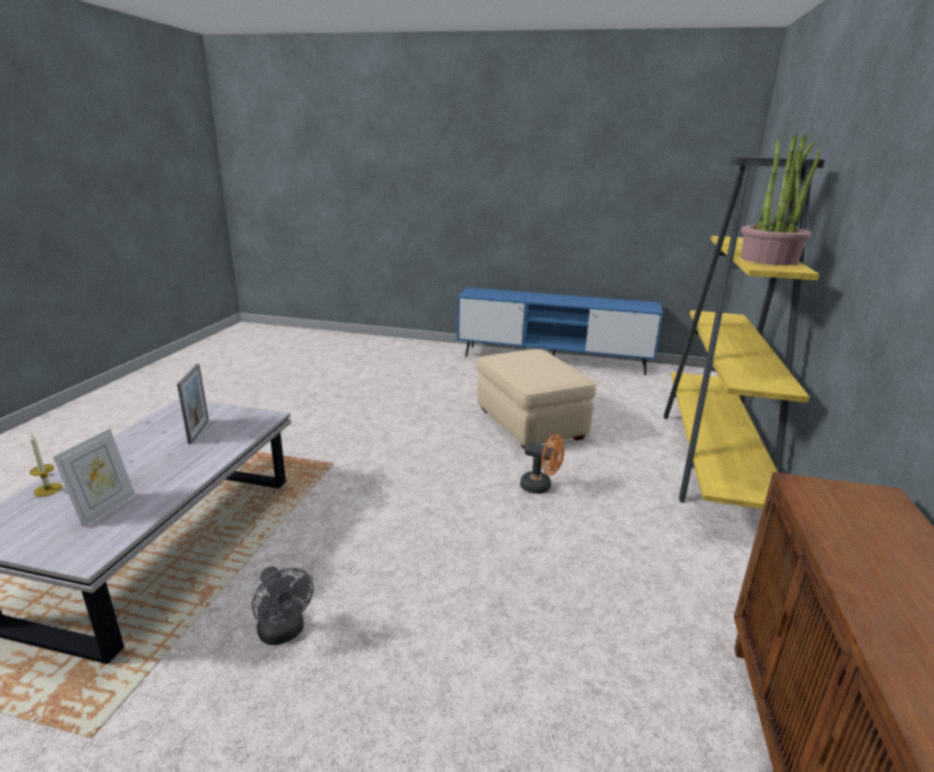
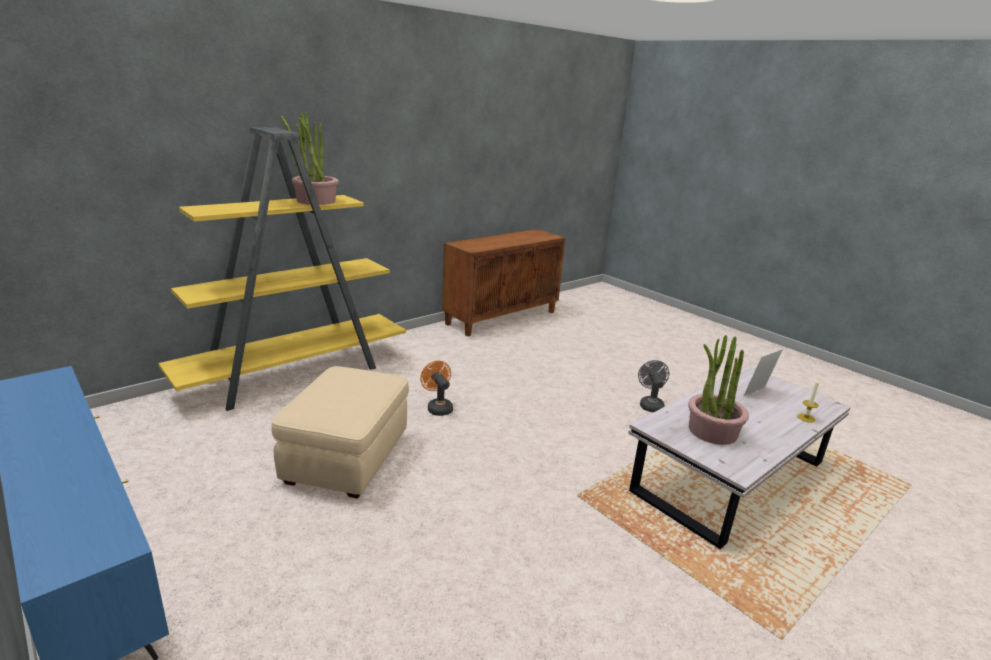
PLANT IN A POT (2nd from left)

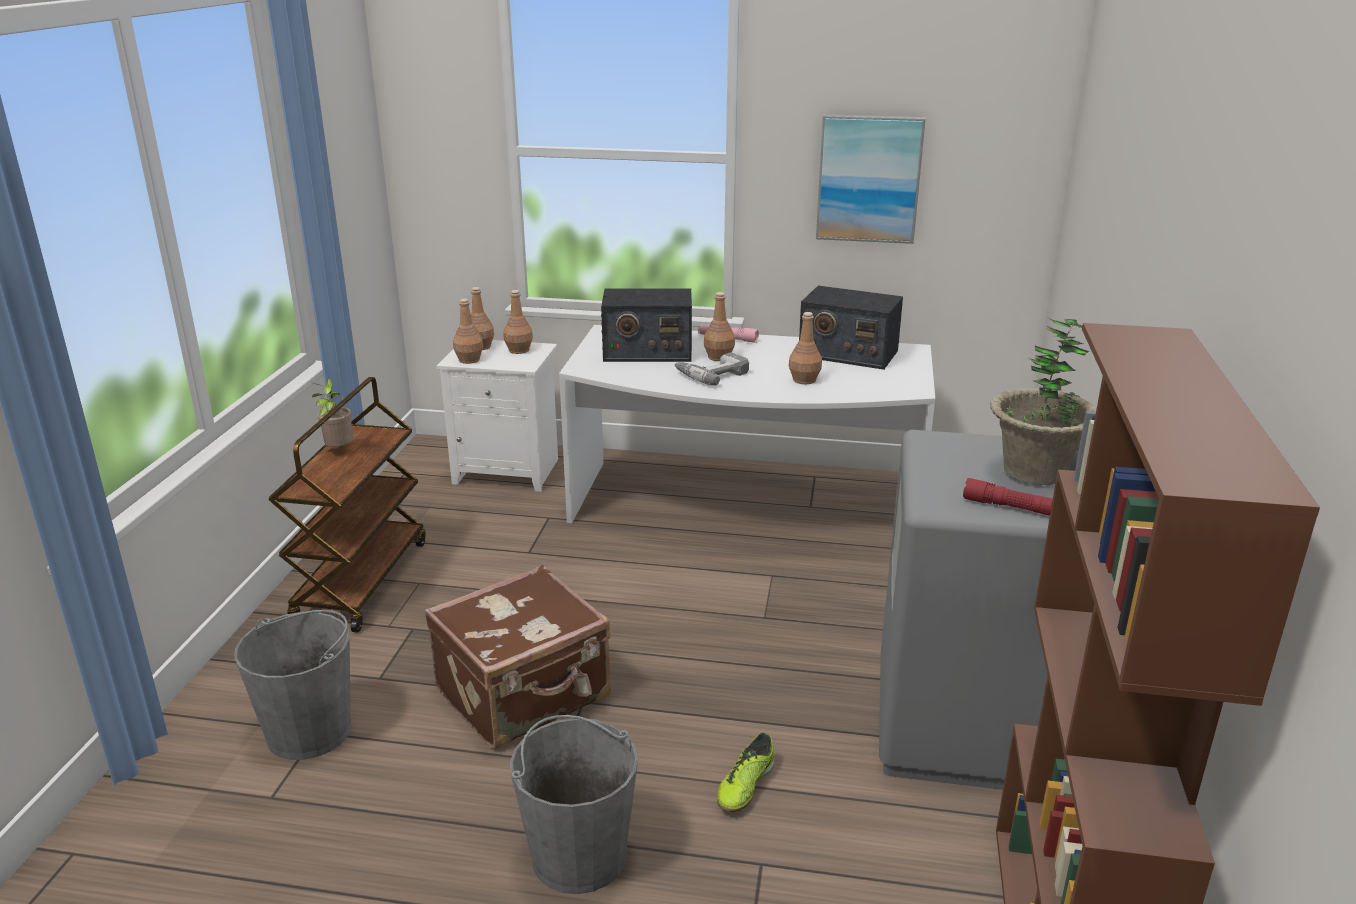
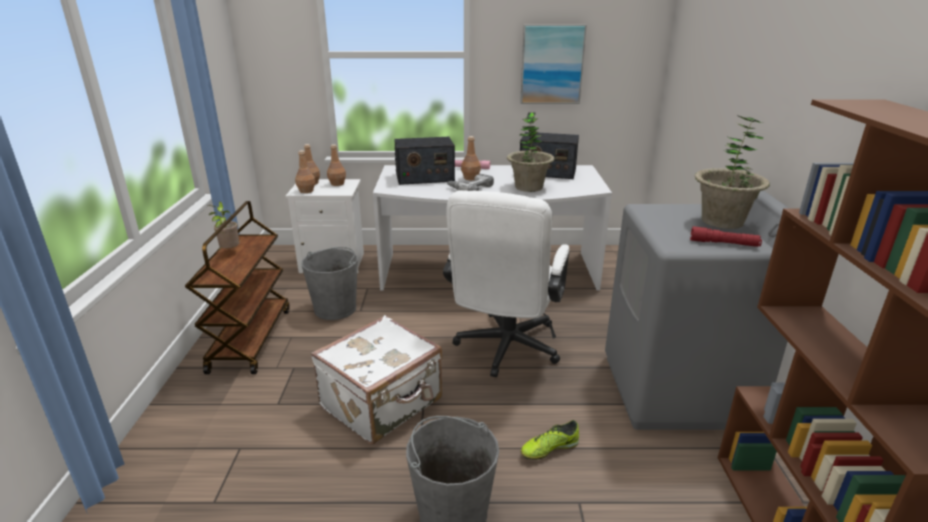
WHITE-COLOURED DESK CHAIR
GREY WATER BUCKET (1st from left)
PLANT IN A POT (2nd from left)
WHITE-COLOURED SUITCASE
SHOE

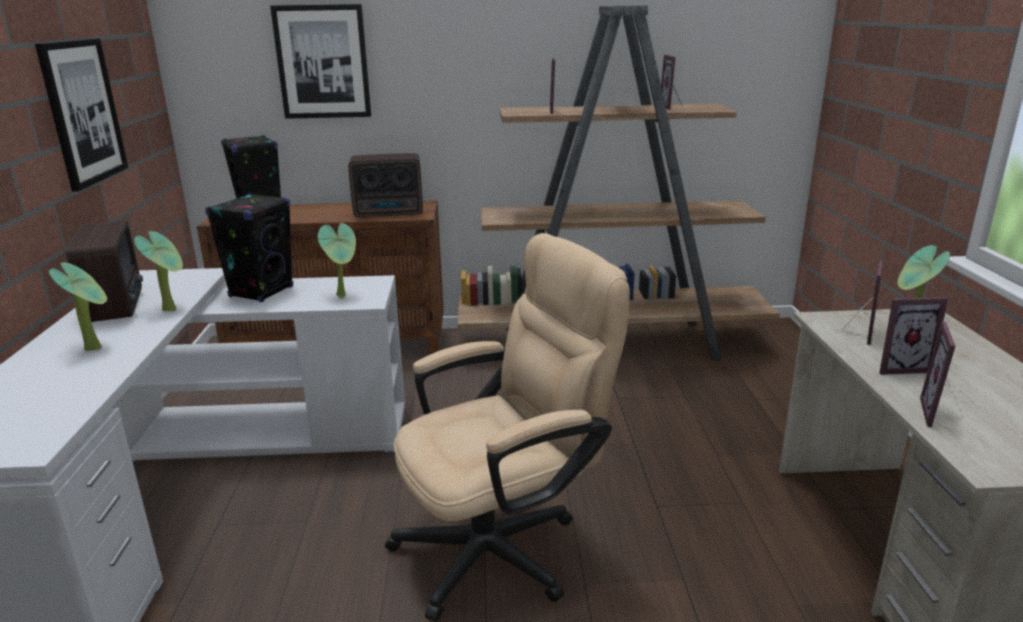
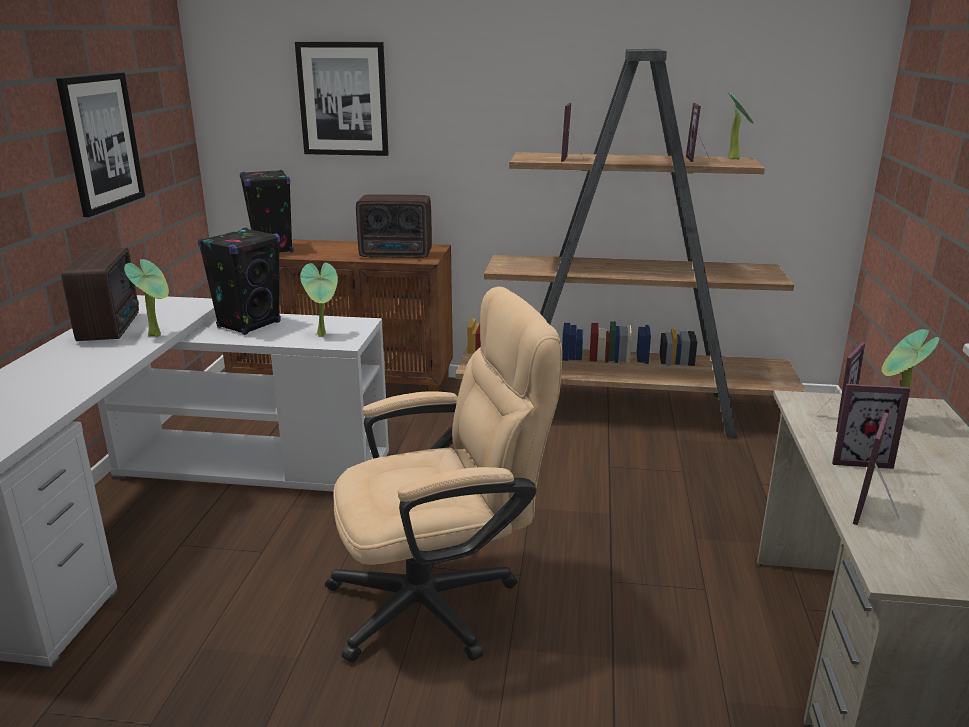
PLANT IN A POT (3rd from left)

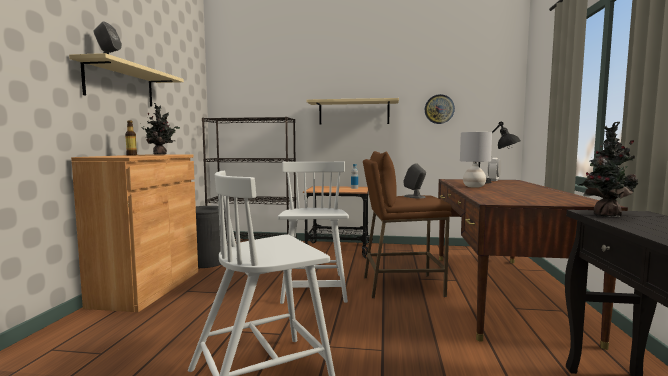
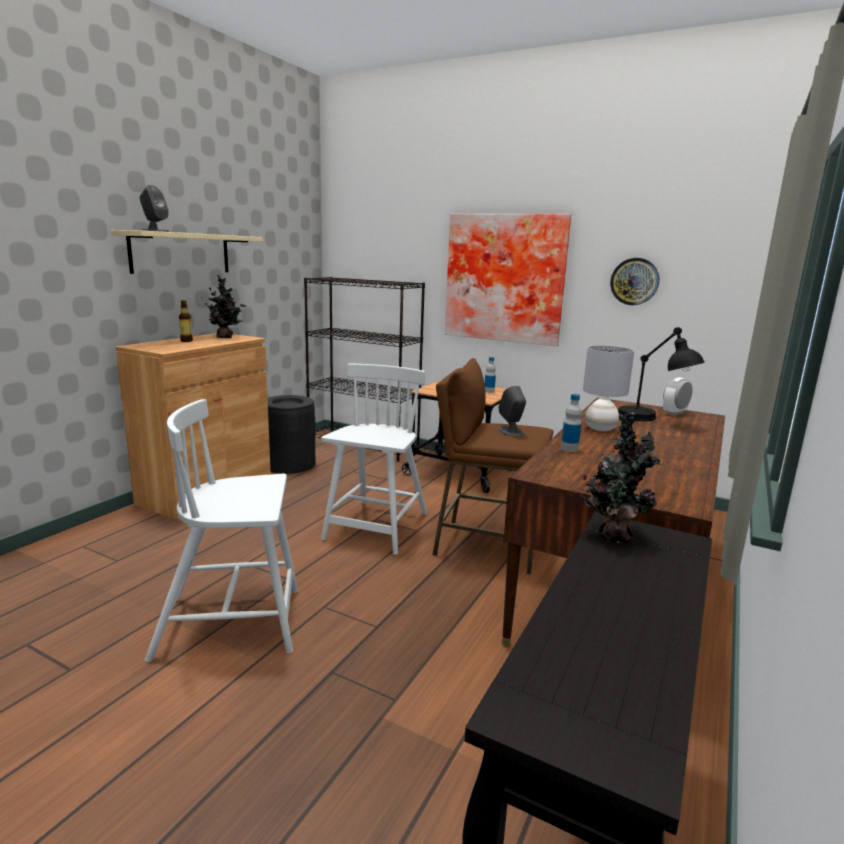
BEVERAGE BOTTLE (3rd from left)
WALL ART

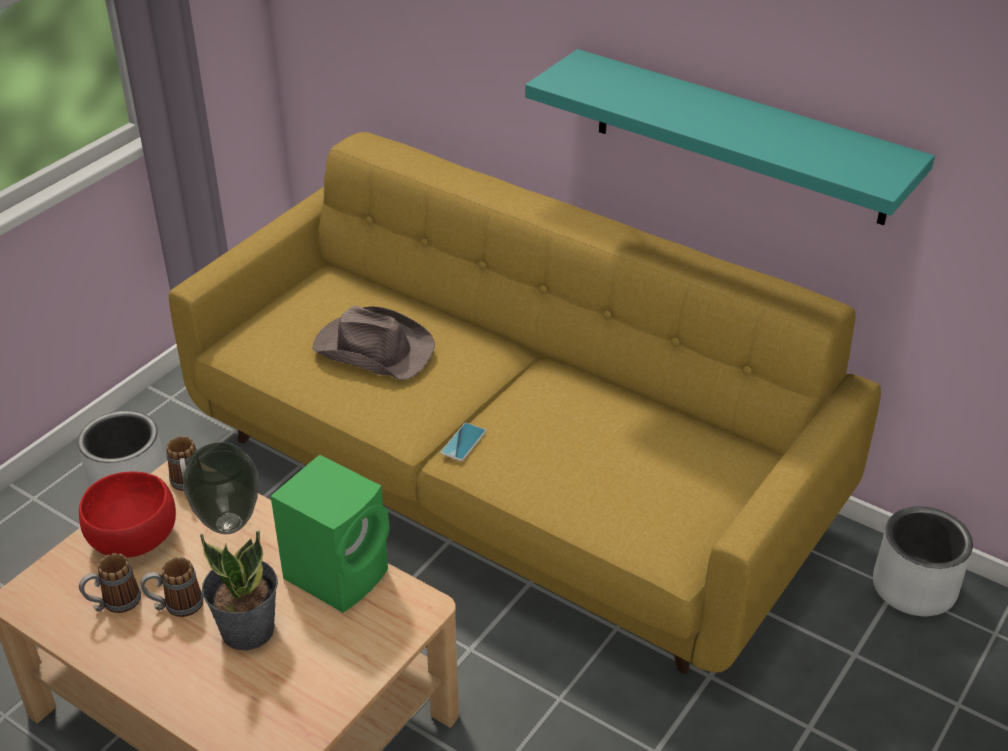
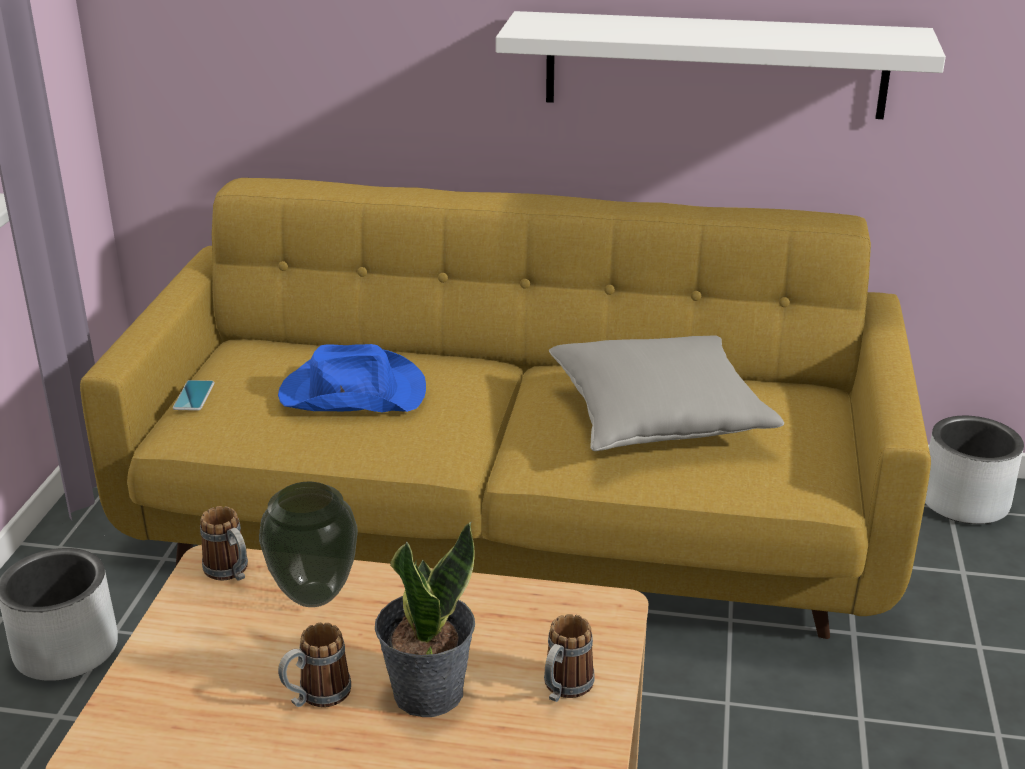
RED BOWL
GREEN-COLOURED SPEAKER
GREY THROW PILLOW
COFFEE MUG (3rd from left)
PHONE
BLUE WEARABLE HAT
WHITE-COLOURED BRACKET SHELF

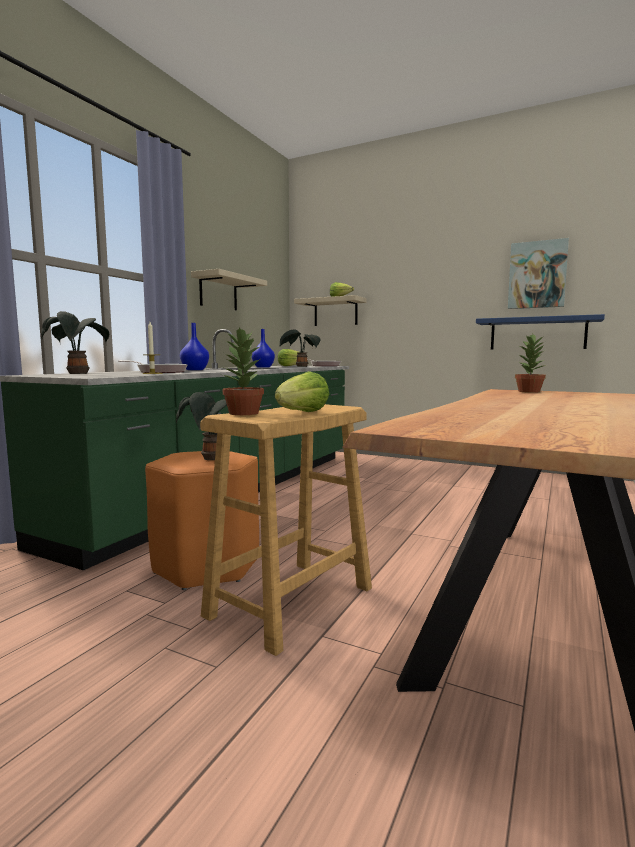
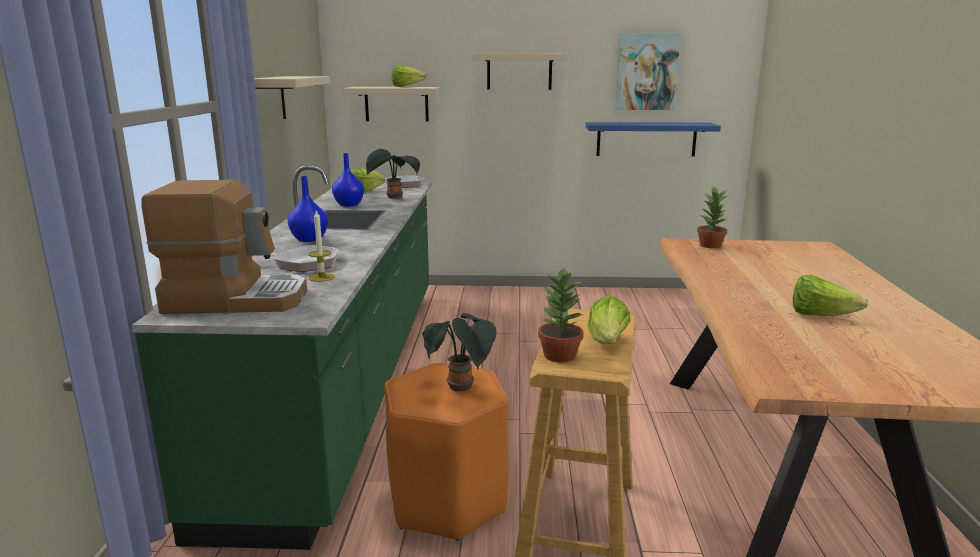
SAND-COLOURED BRACKET SHELF (3rd from left)
LETTUCE HEAD (4th from left)
COFFEE MAKER

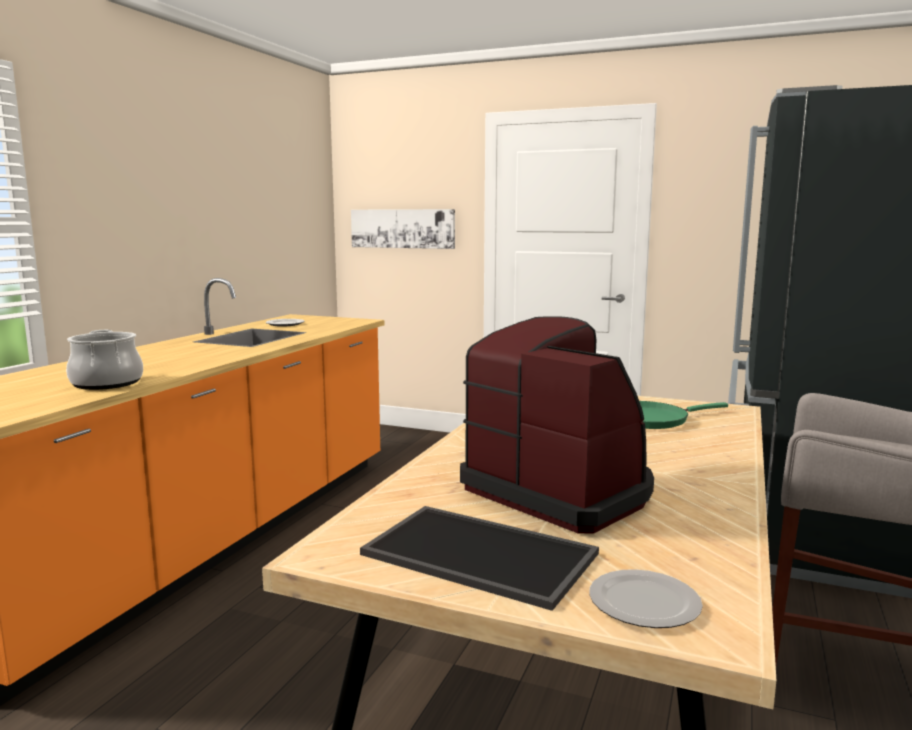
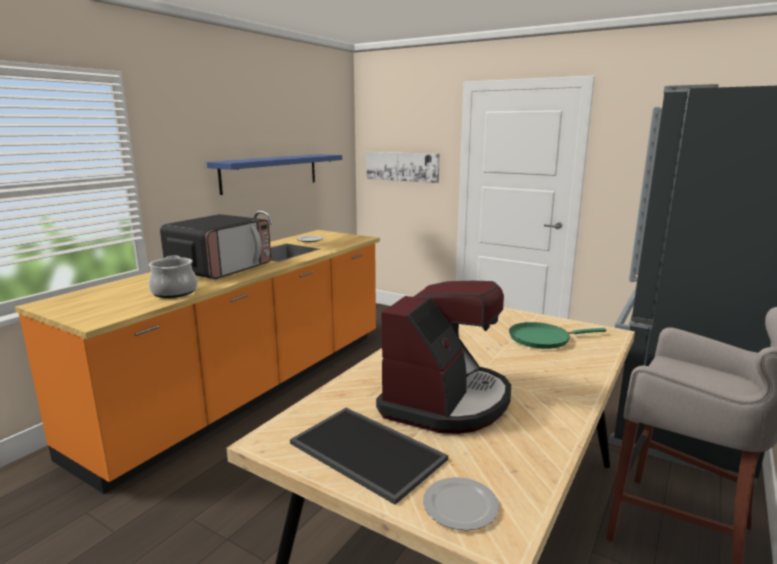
MICROWAVE
BLUE BRACKET SHELF
COFFEE MAKER

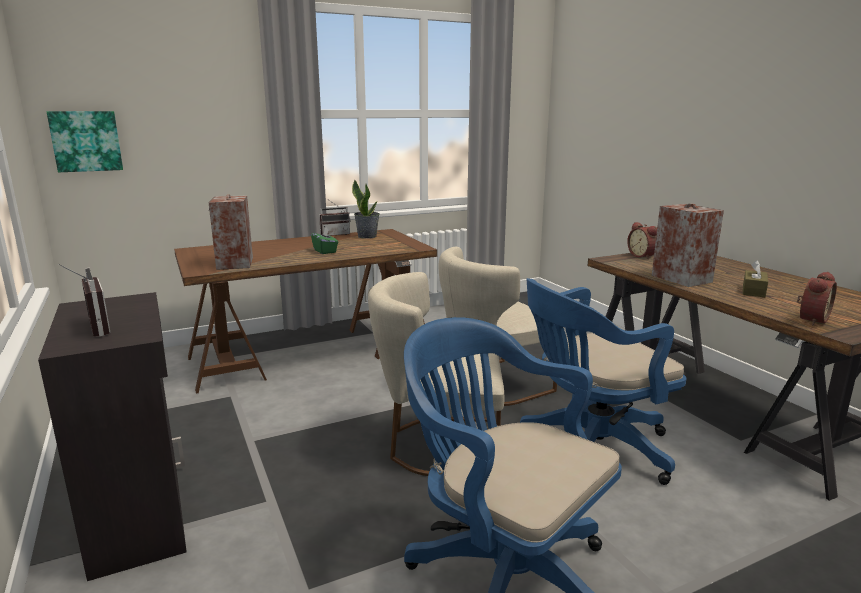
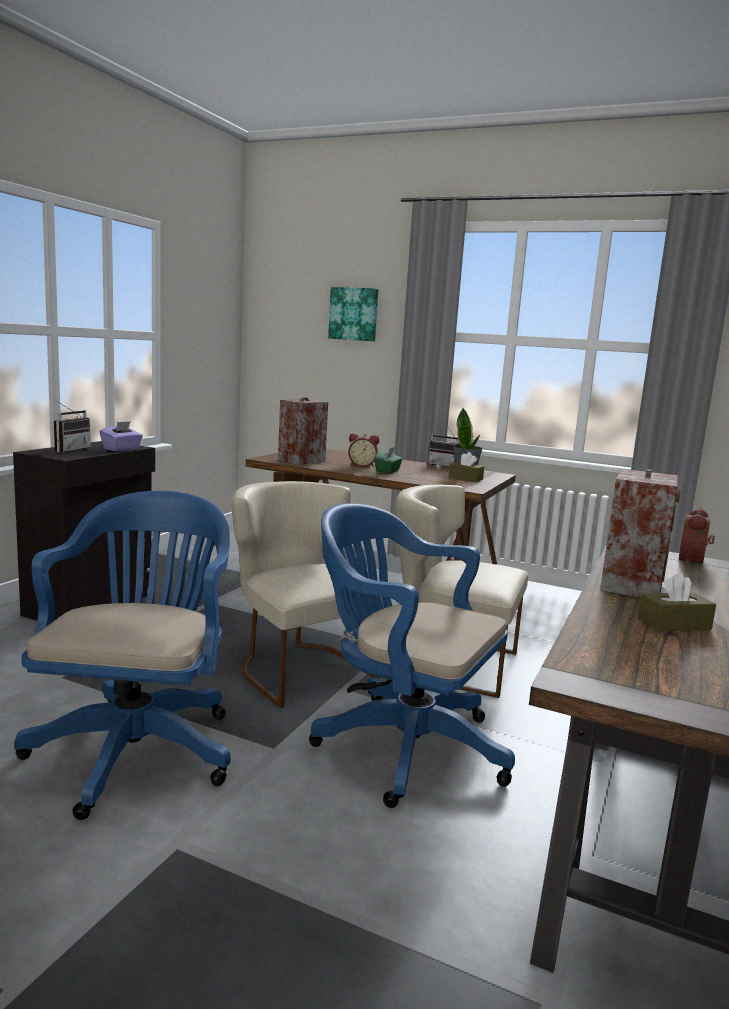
PURPLISH TISSUE BOX
BROWN-COLOURED TISSUE BOX (1st from left)
WALL ART
TABLE CLOCK (1st from left)

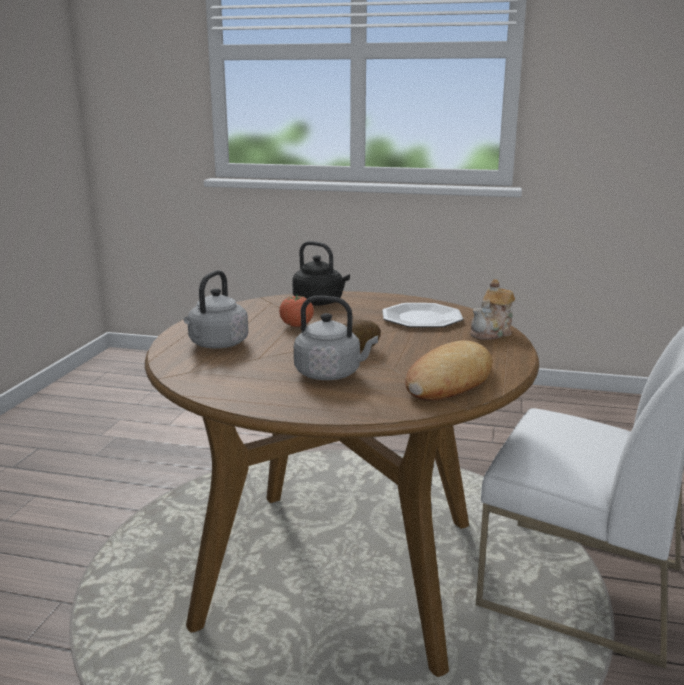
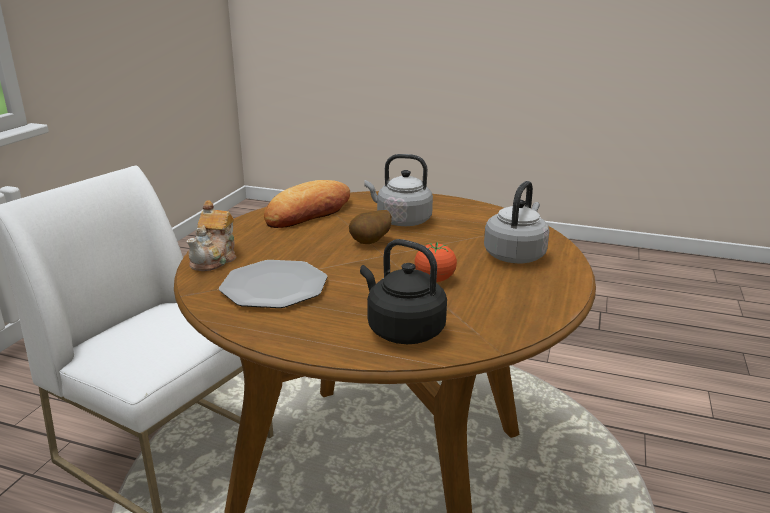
TEA POT

